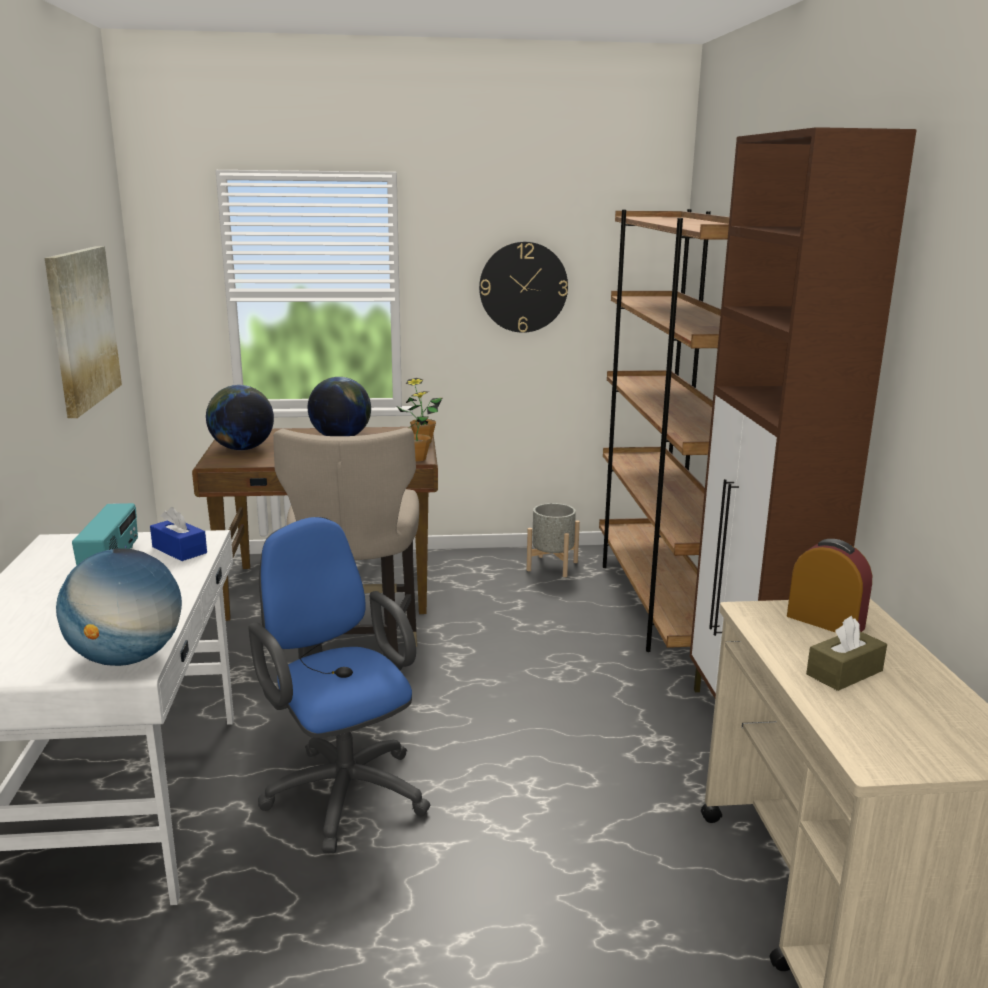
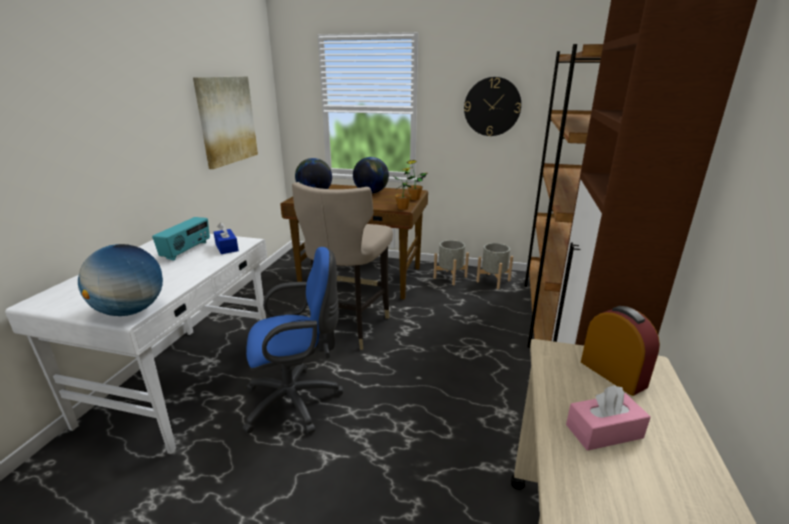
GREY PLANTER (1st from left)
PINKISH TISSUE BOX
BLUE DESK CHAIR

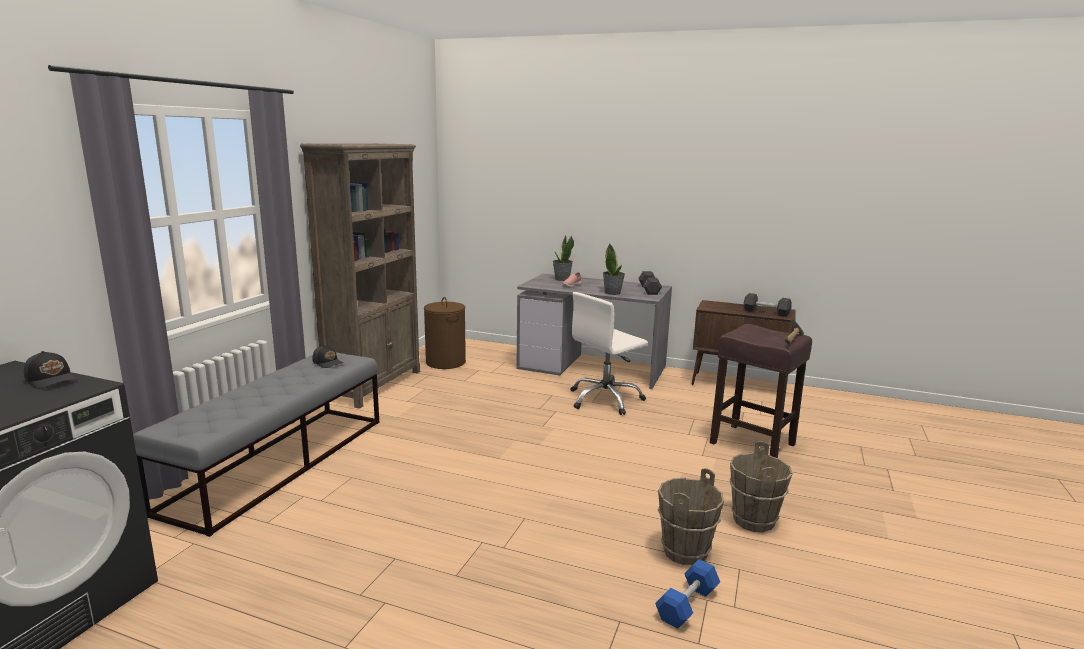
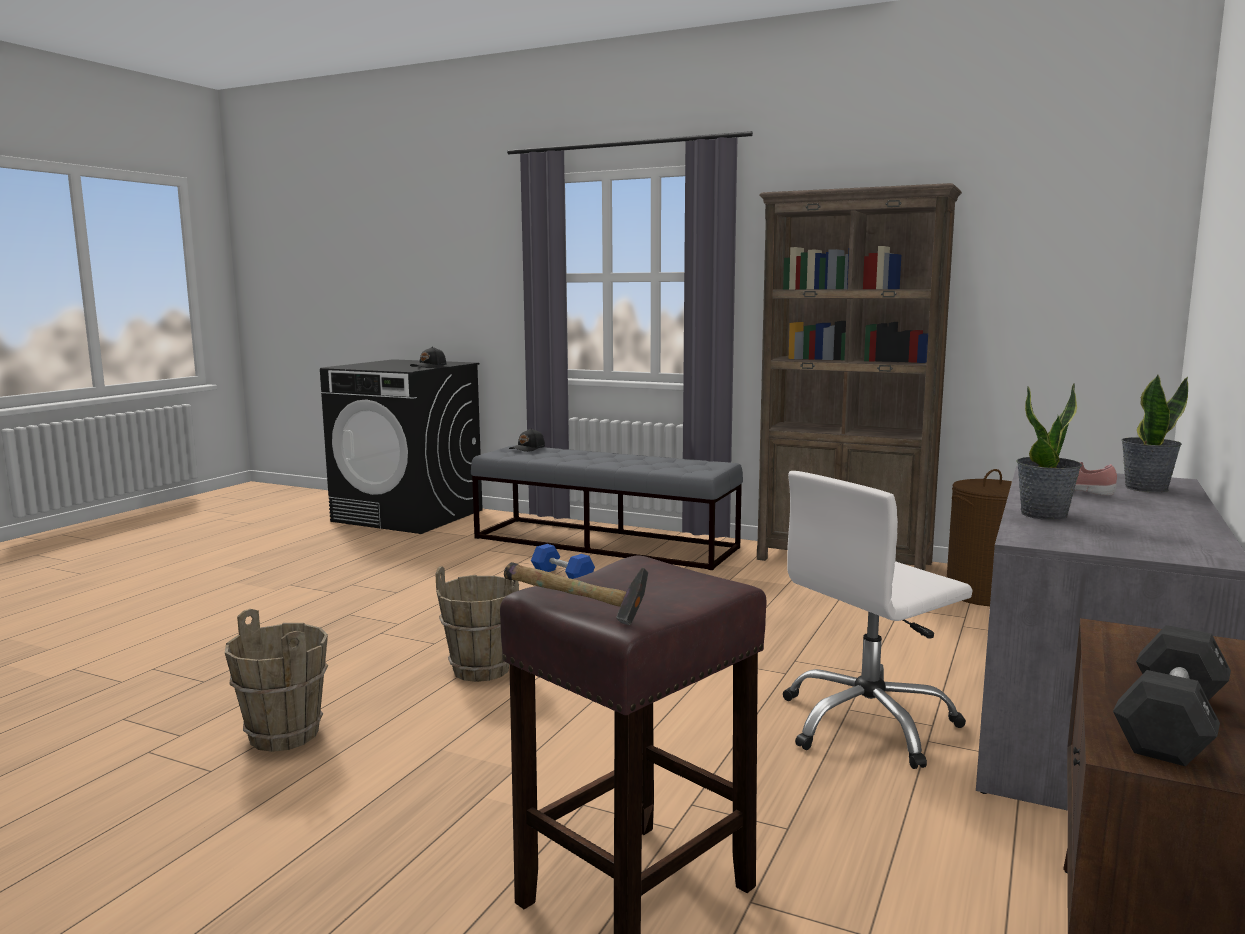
BLACK-COLOURED HAND WEIGHT (1st from left in the first image)
BLACK-COLOURED CAP (2nd from left)
BLUE HAND WEIGHT
BROWN-COLOURED WATER BUCKET (2nd from left)
WHITE-COLOURED DESK CHAIR

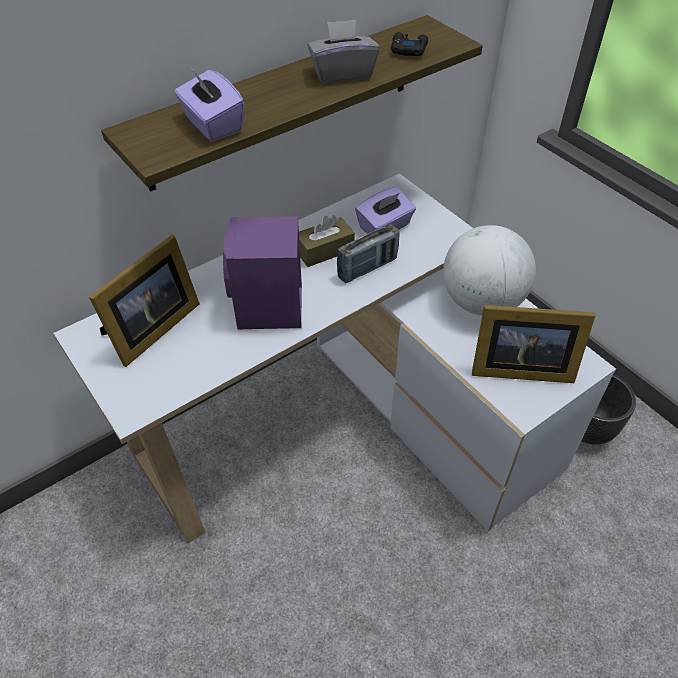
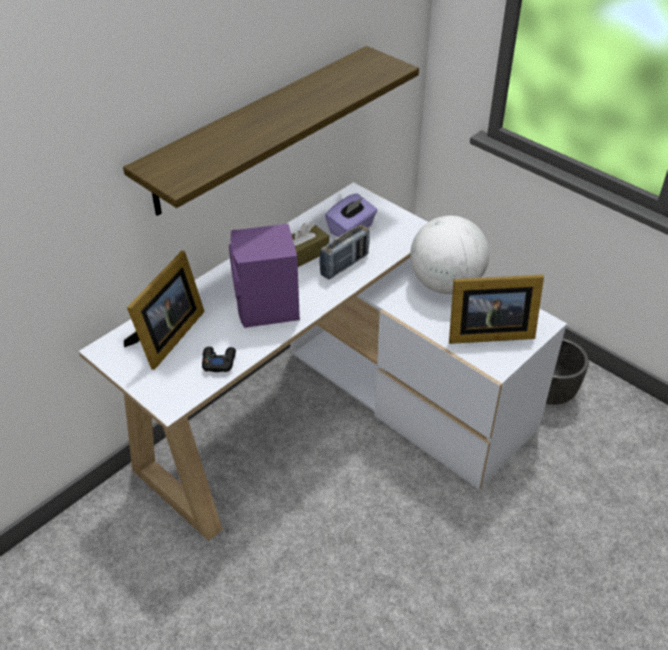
PURPLISH TISSUE BOX (1st from left in the first image)
GREY TISSUE BOX
BLACK-COLOURED JOYPAD

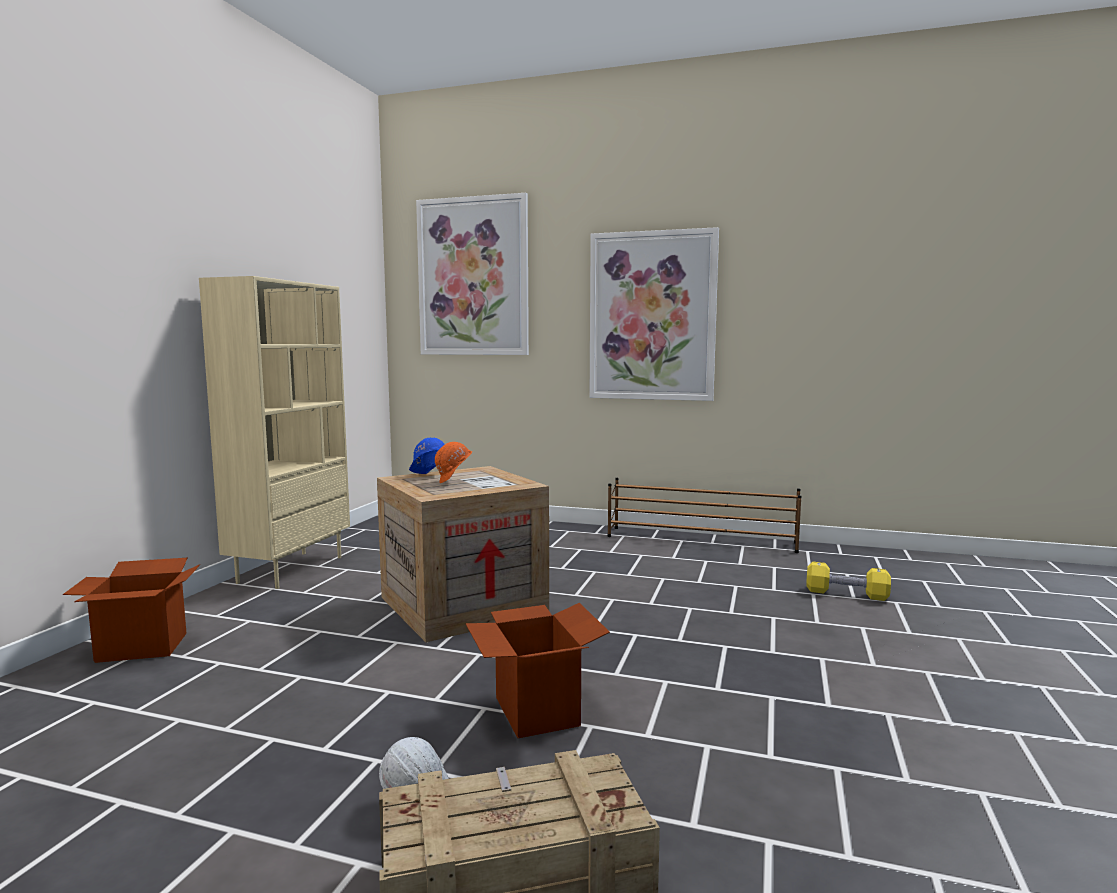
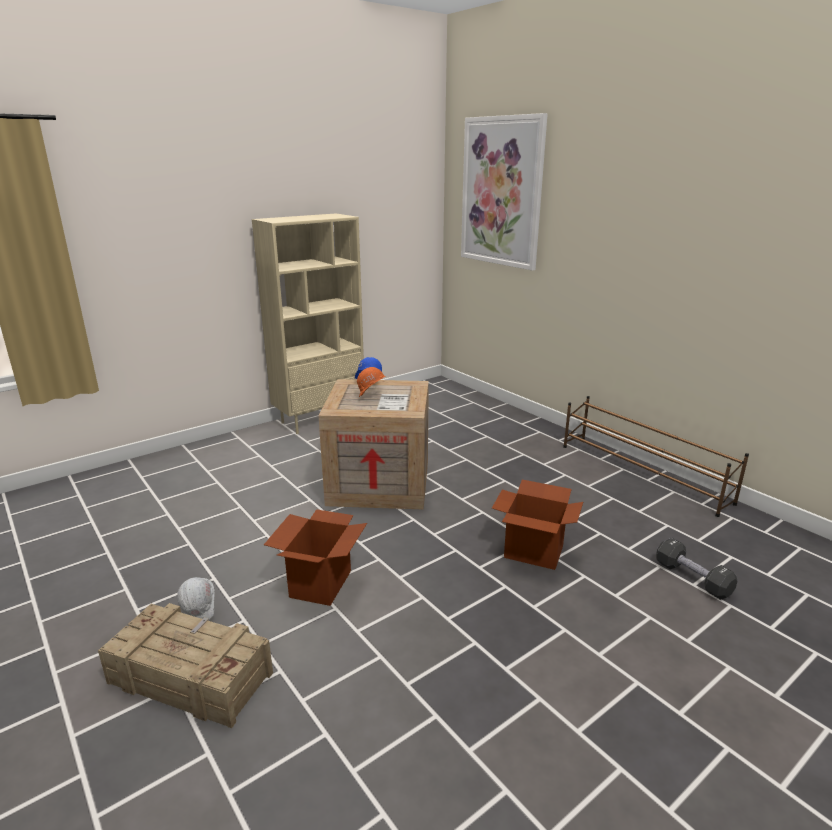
WALL ART (2nd from left in the first image)
CARDBOARD BOX (2nd from left)
BLACK-COLOURED HAND WEIGHT

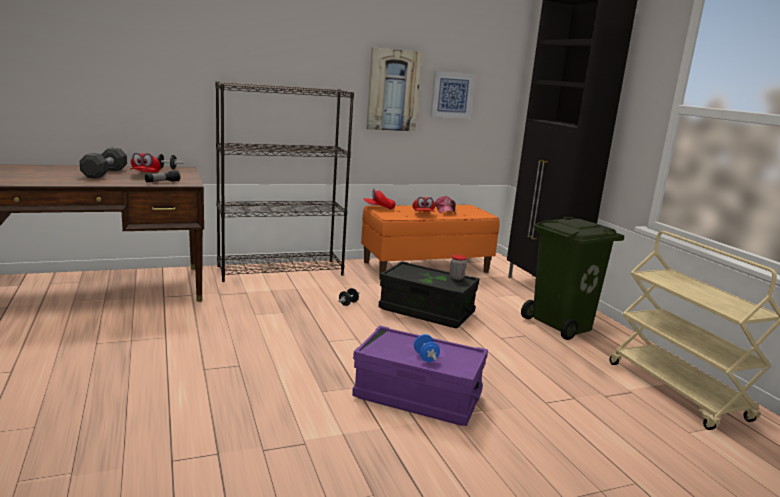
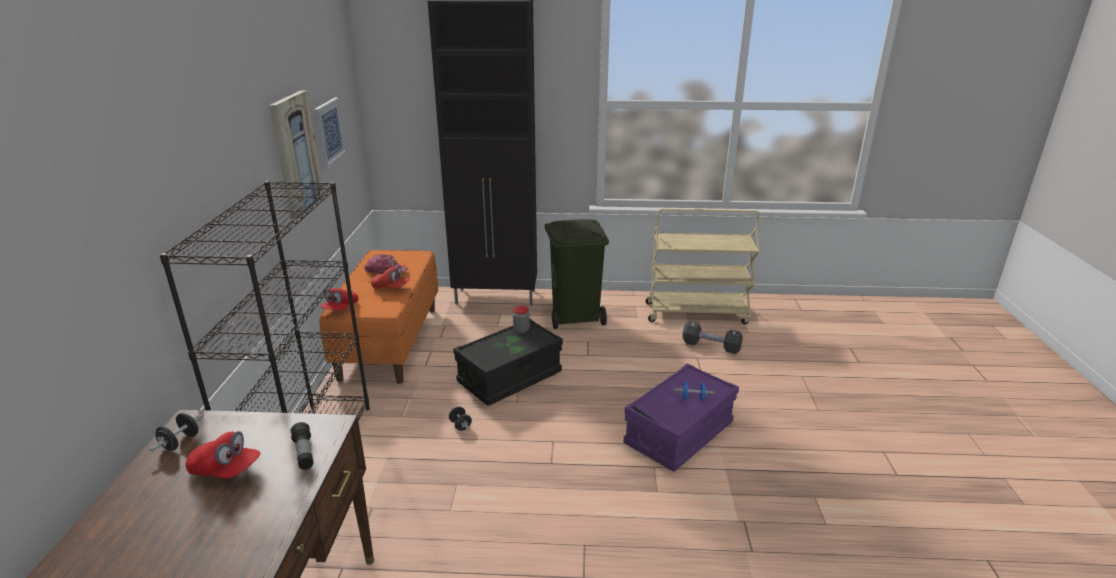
BLACK-COLOURED HAND WEIGHT (3rd from left)

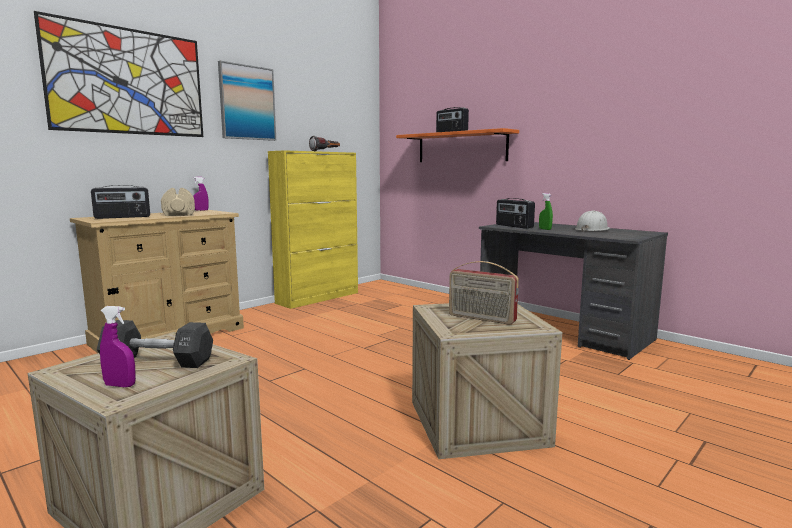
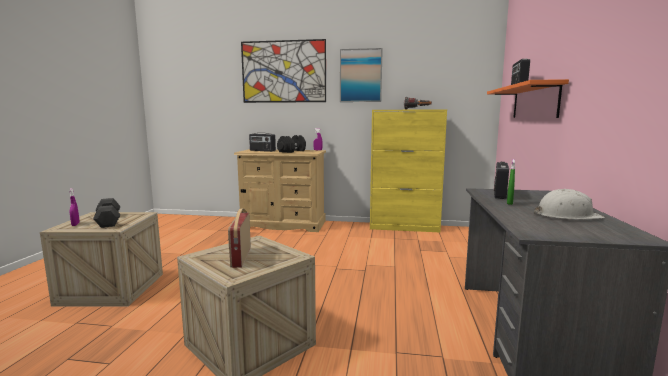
BLACK-COLOURED HAND WEIGHT (2nd from left)

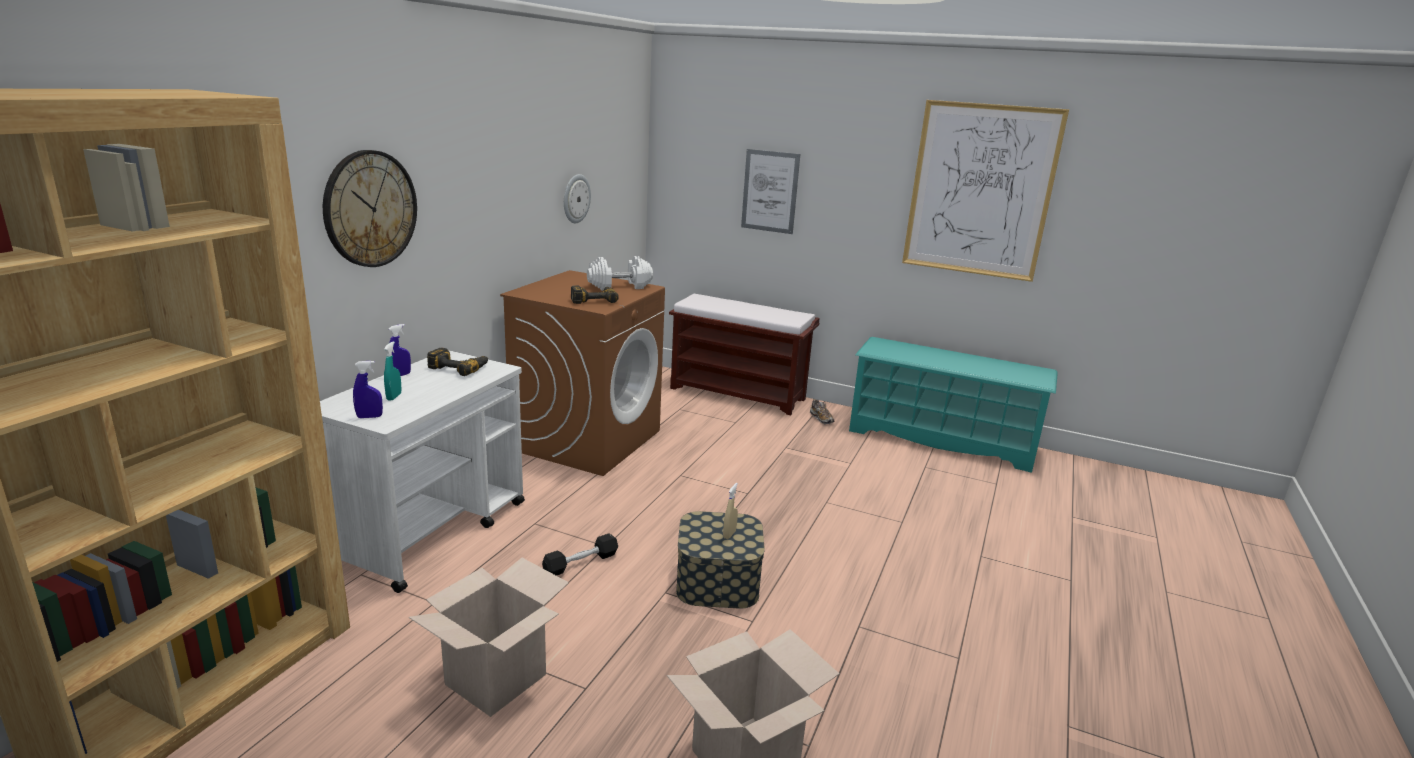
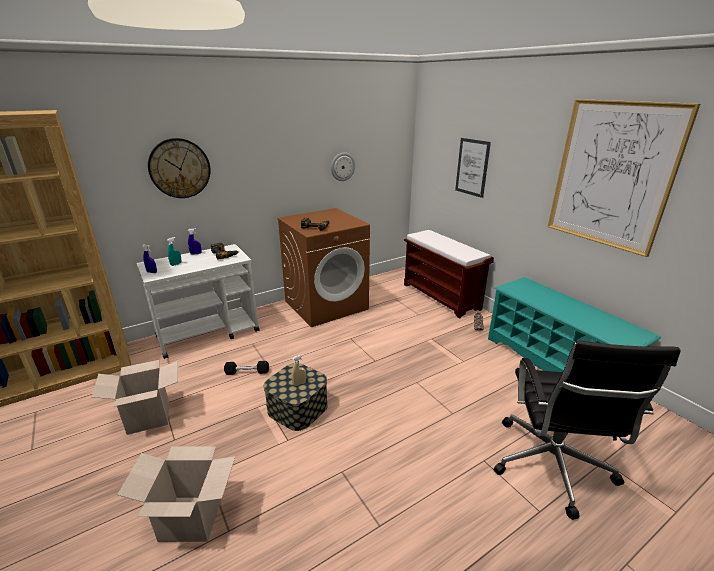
WHITE-COLOURED HAND WEIGHT
BLACK-COLOURED DESK CHAIR

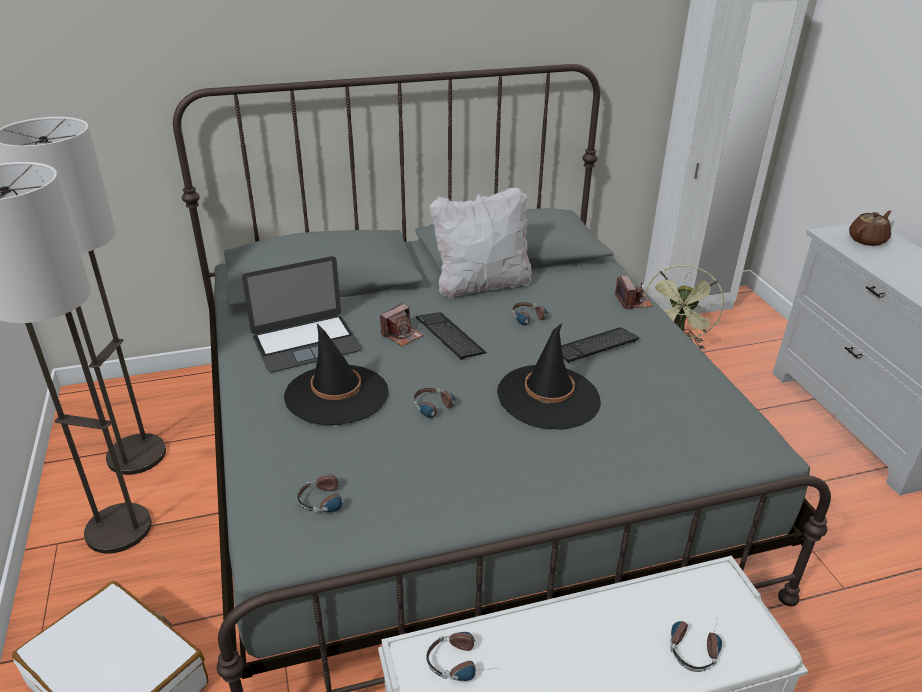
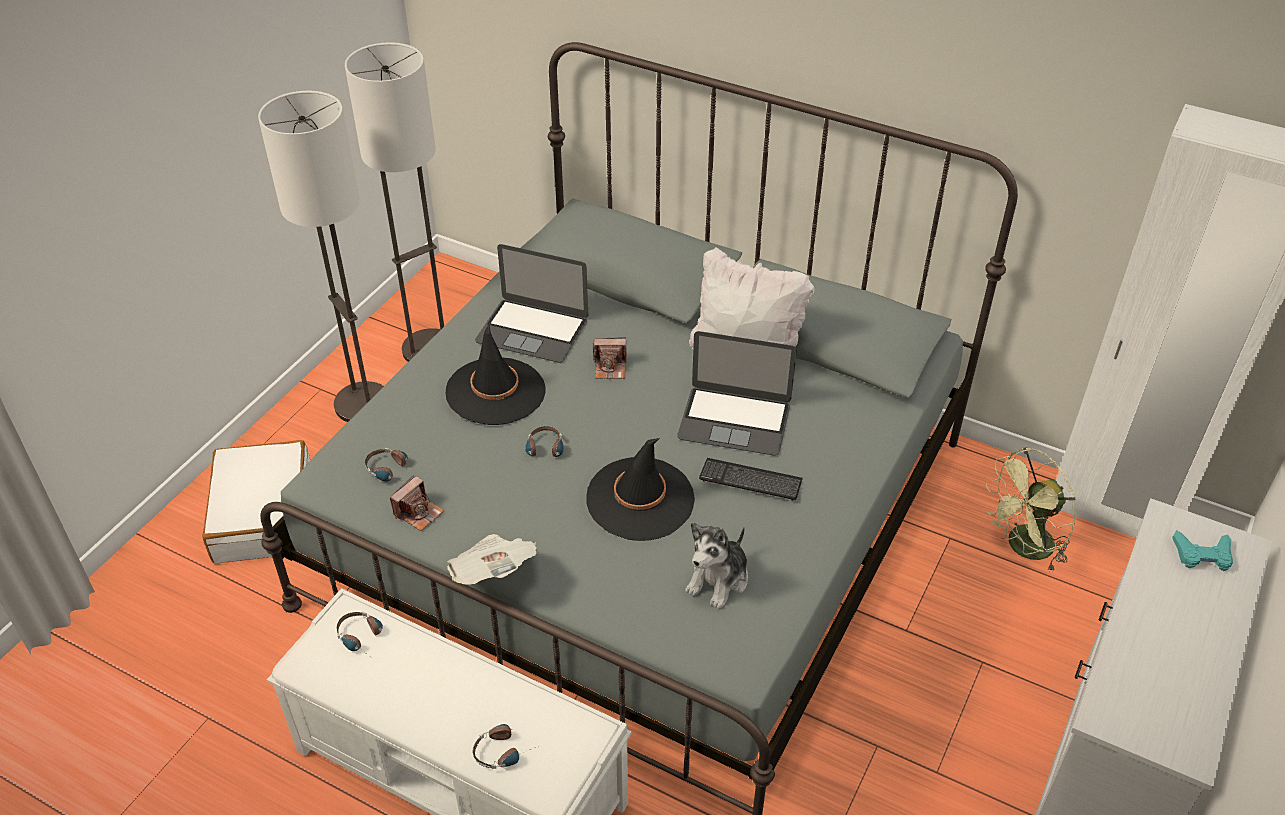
COMPUTER KEYBOARD (1st from left in the first image)
PRINTED PAPER
CUDDLY TOY
PHOTO CAMERA (1st from left)
NOTEBOOK COMPUTER (2nd from left)
TURQUOISE-COLOURED JOYPAD

